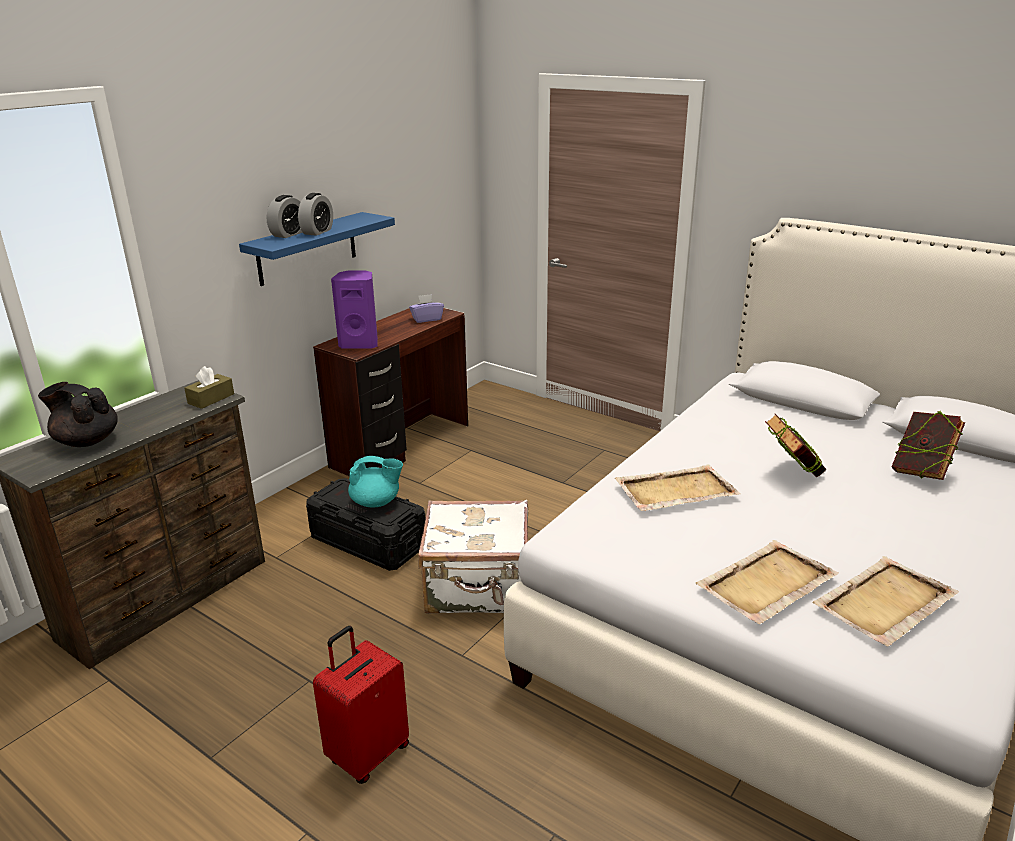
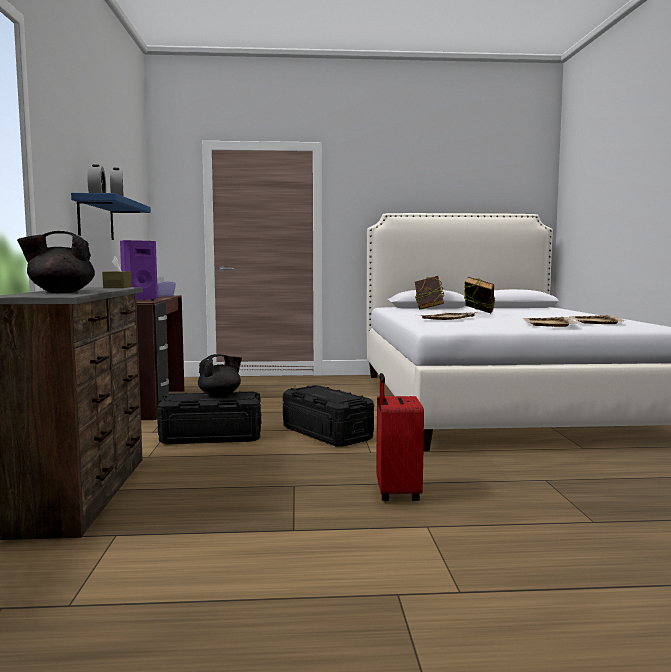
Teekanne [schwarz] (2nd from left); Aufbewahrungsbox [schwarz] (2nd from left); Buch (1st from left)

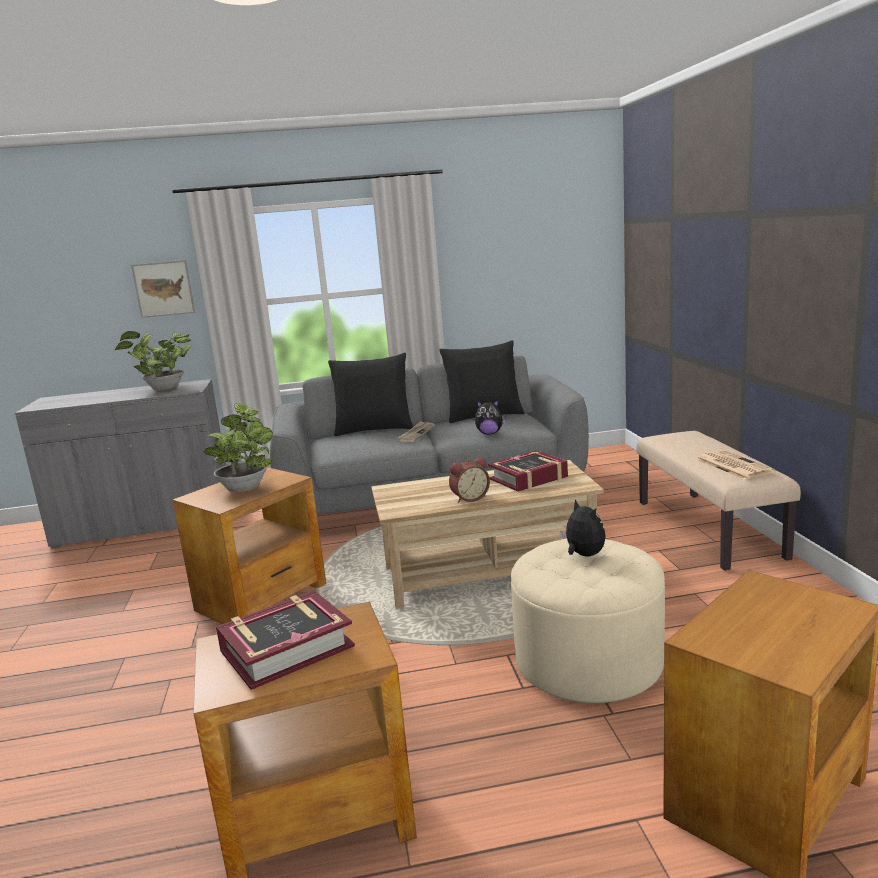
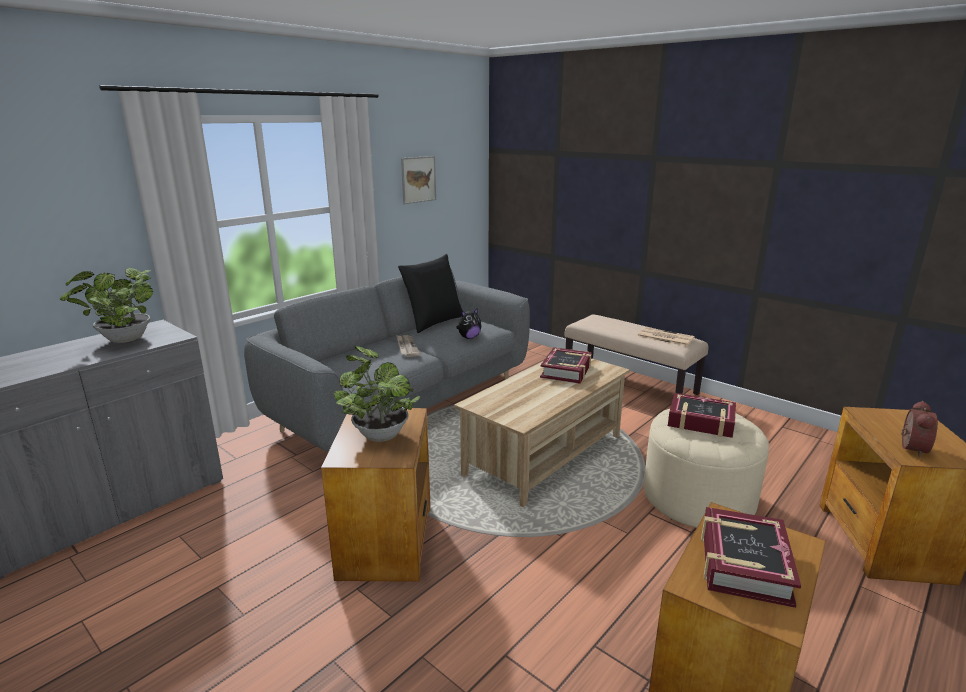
Bild; Buch (2nd from left); Wecker; Kissen [schwarz] (1st from left in the first image)

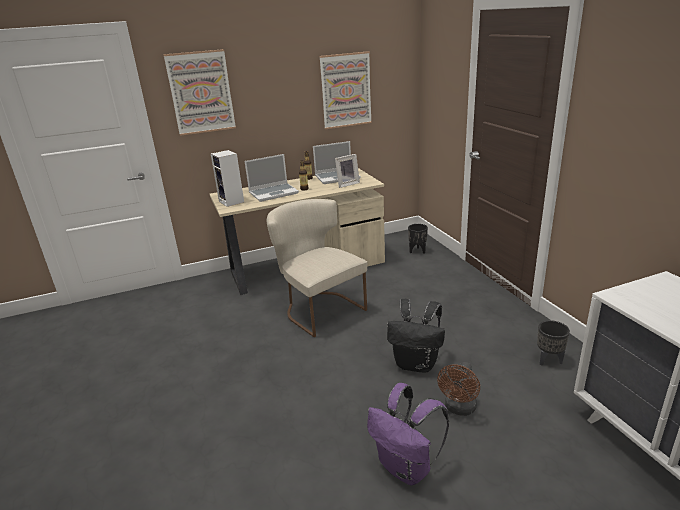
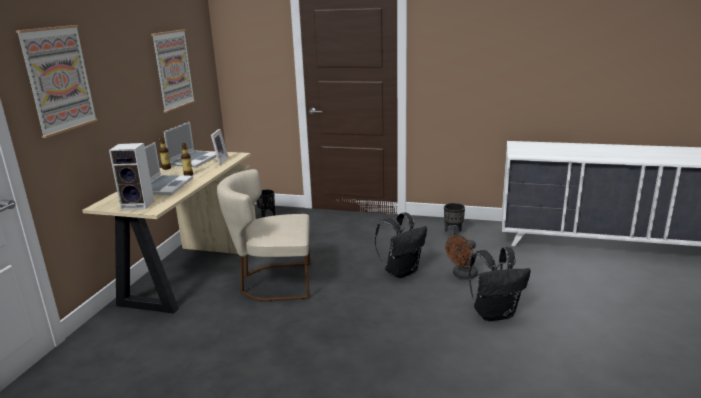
Ventilator [braun]; Rucksack [schwarz] (2nd from left)

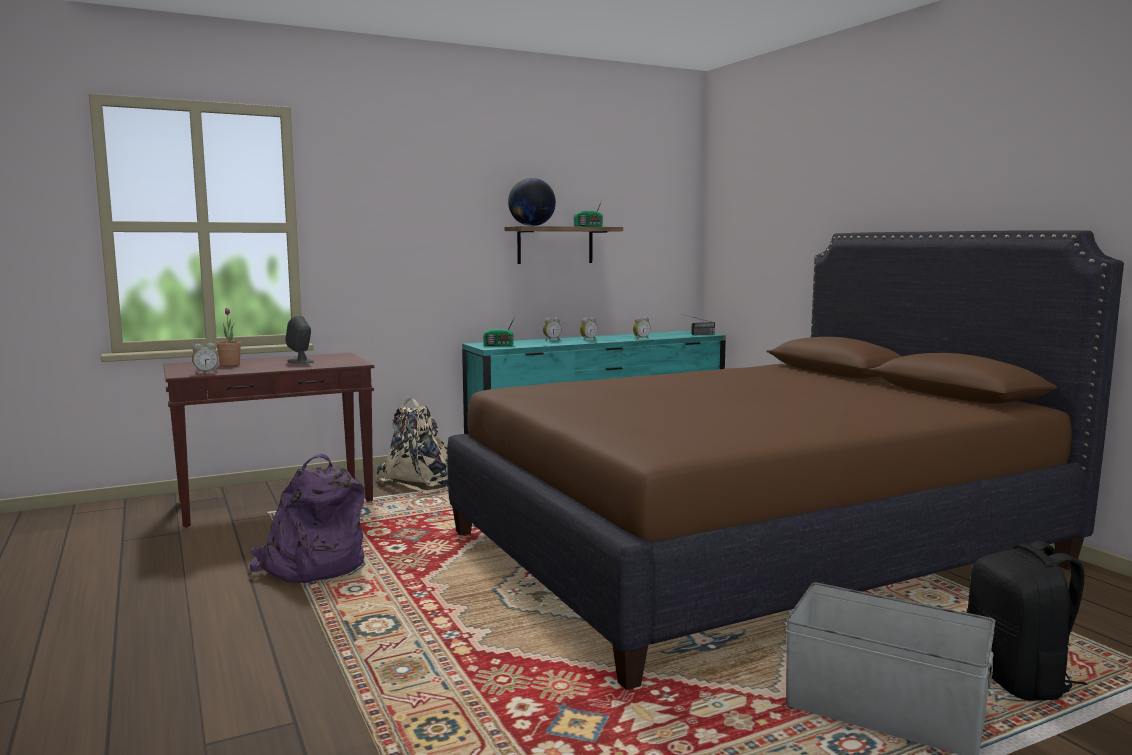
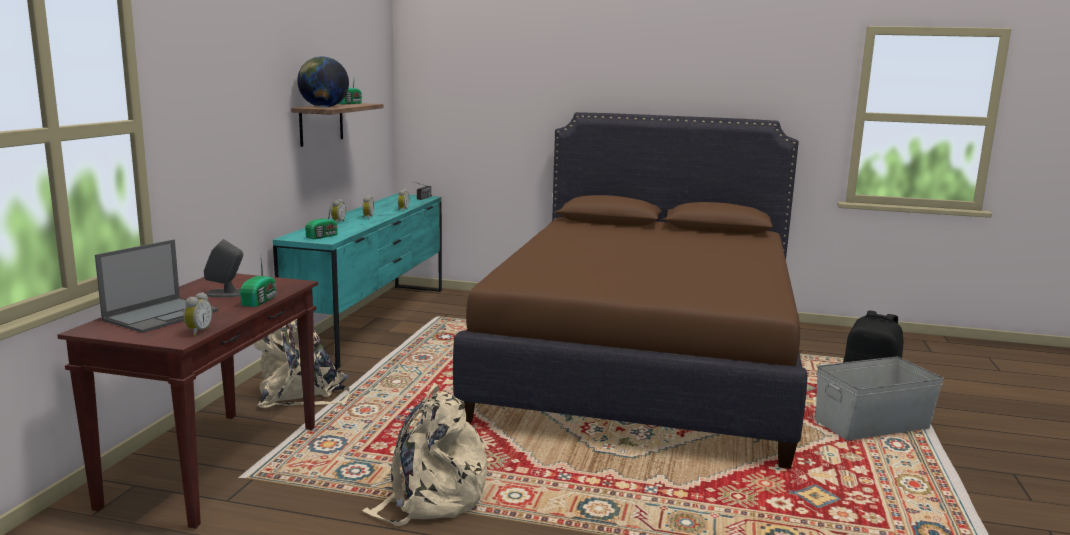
Laptop; Radio (1st from left); Rucksack [beige] (2nd from left)

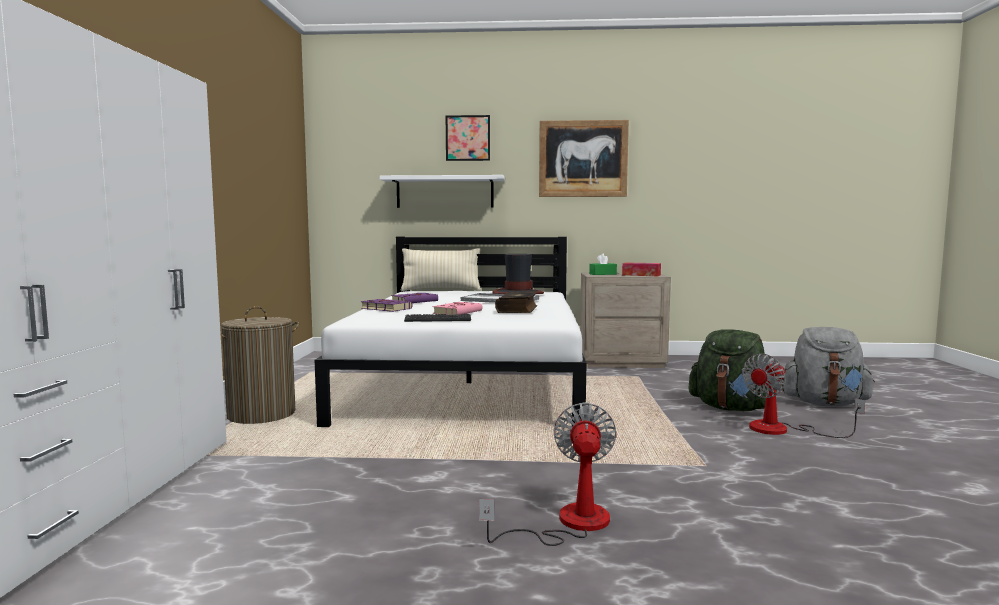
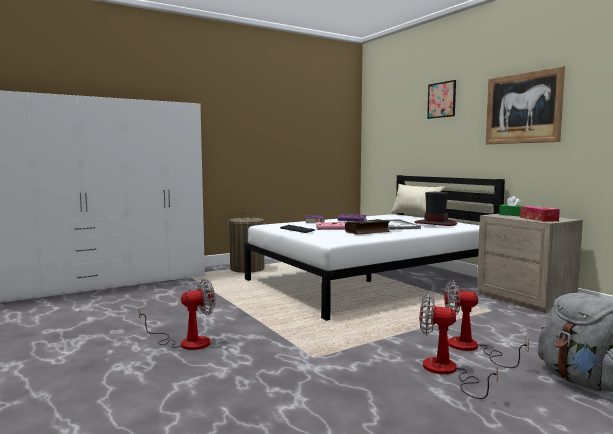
Ventilator (3rd from left); Wandregal [weiß]

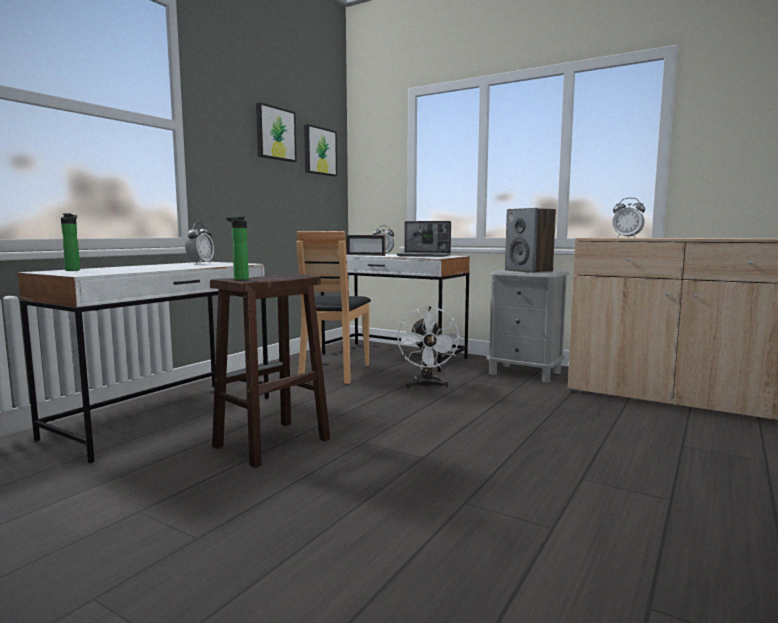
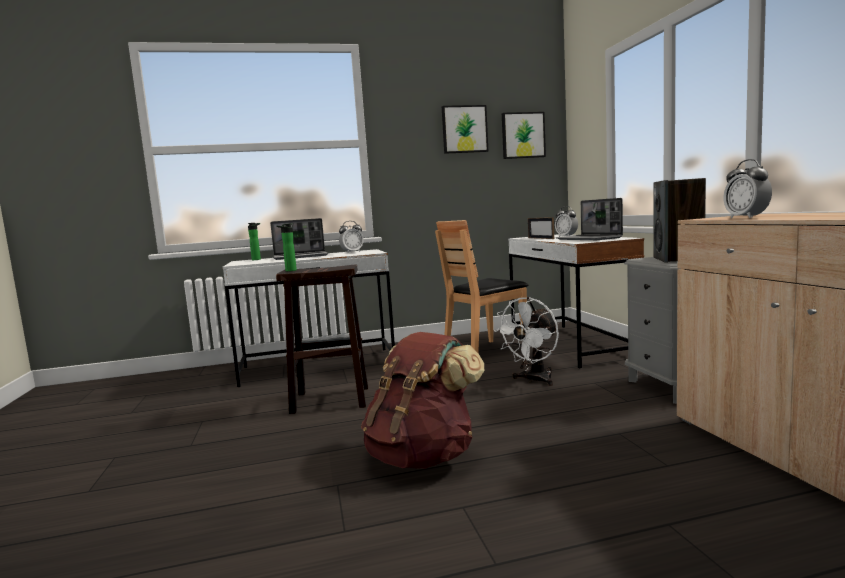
Laptop (1st from left); Rucksack [braun]

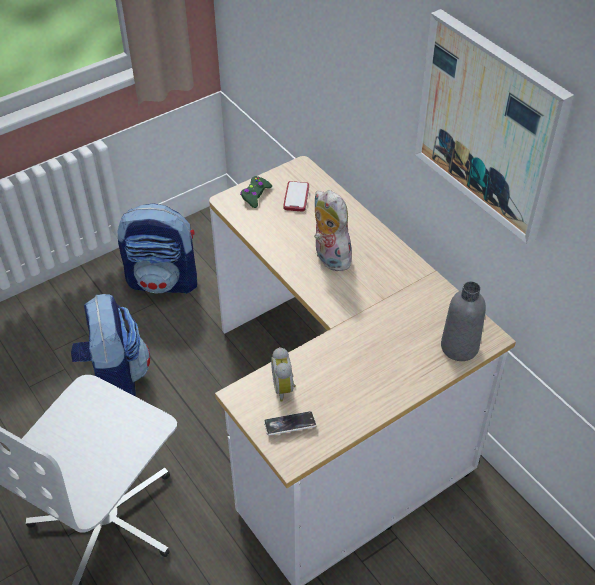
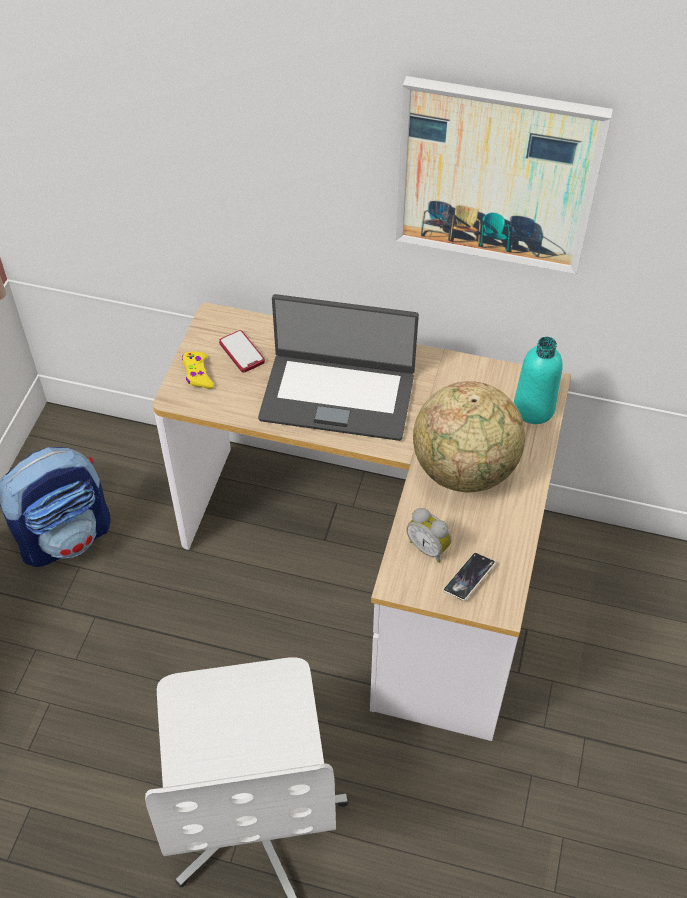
Gamepad [gelb]; Laptop; Globus; Flasche [türkis]; Rucksack (1st from left in the first image)

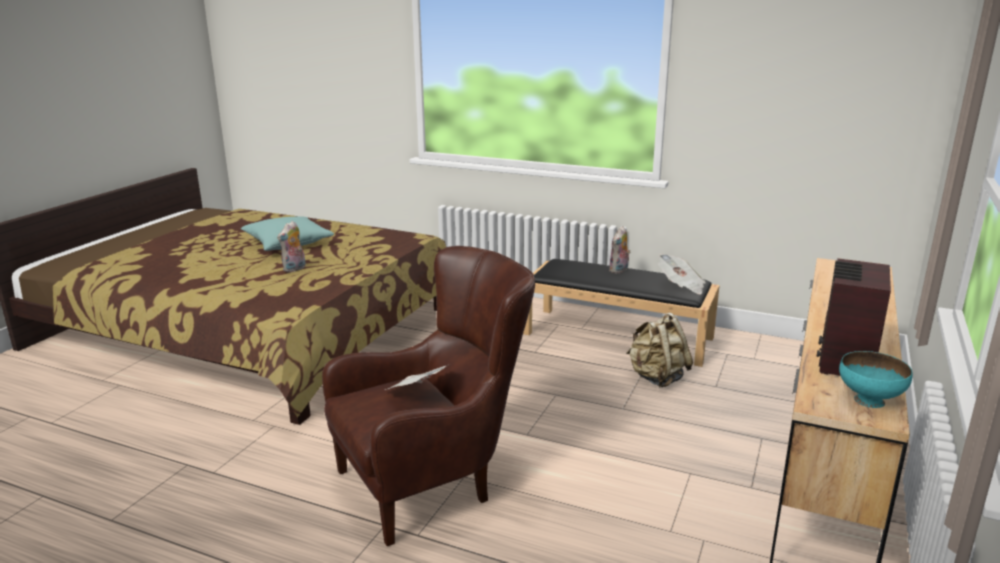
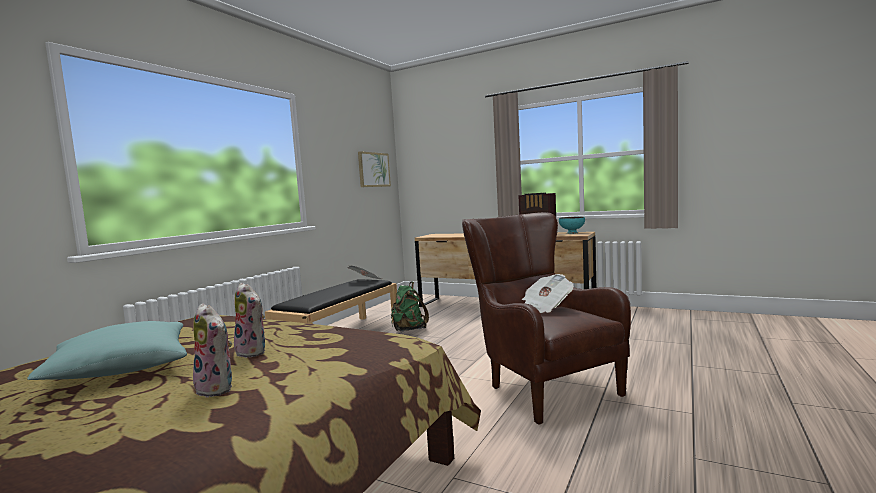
Plüschtier (1st from left); Bild; Rucksack [grün]

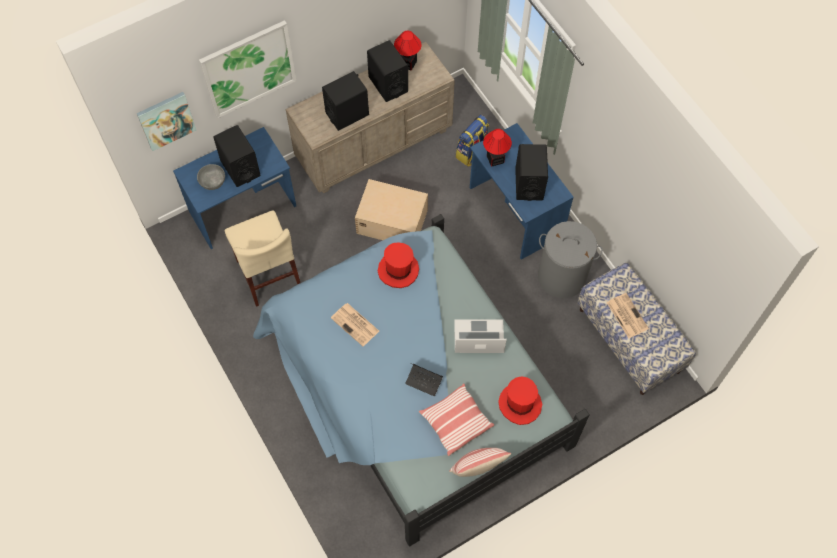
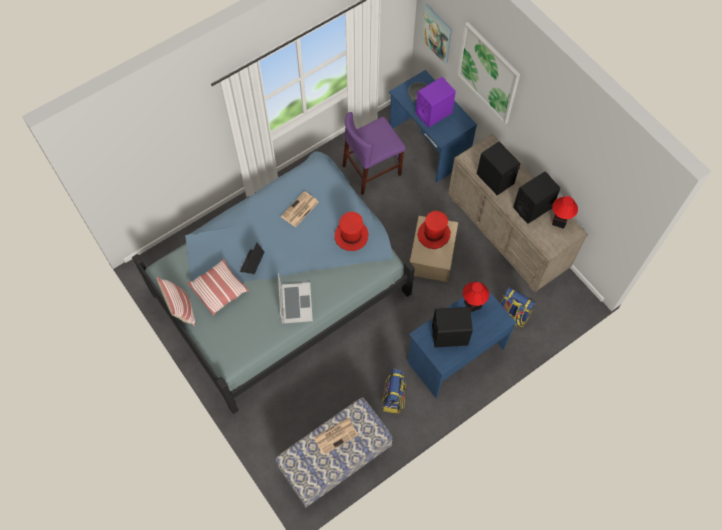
Stuhl [lila]; Rucksack (1st from left); Lautsprecher [lila]; Hut [rot] (2nd from left)

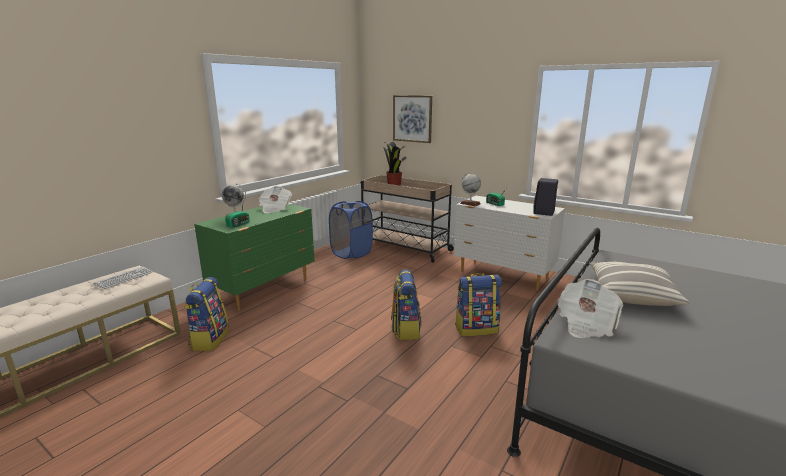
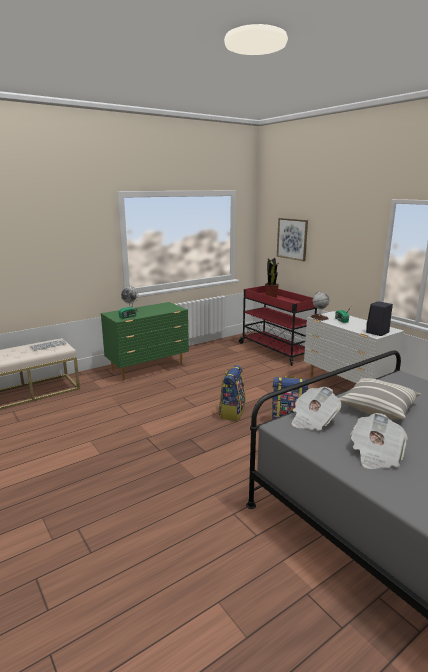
Rollwagen [rot]; Zeitung (2nd from left); Rucksack (1st from left in the first image); Wäschekorb [blau]

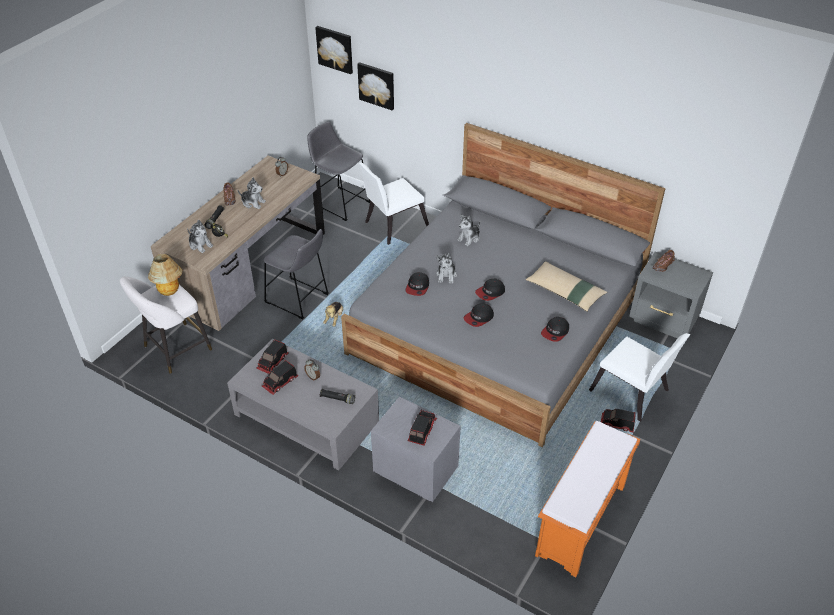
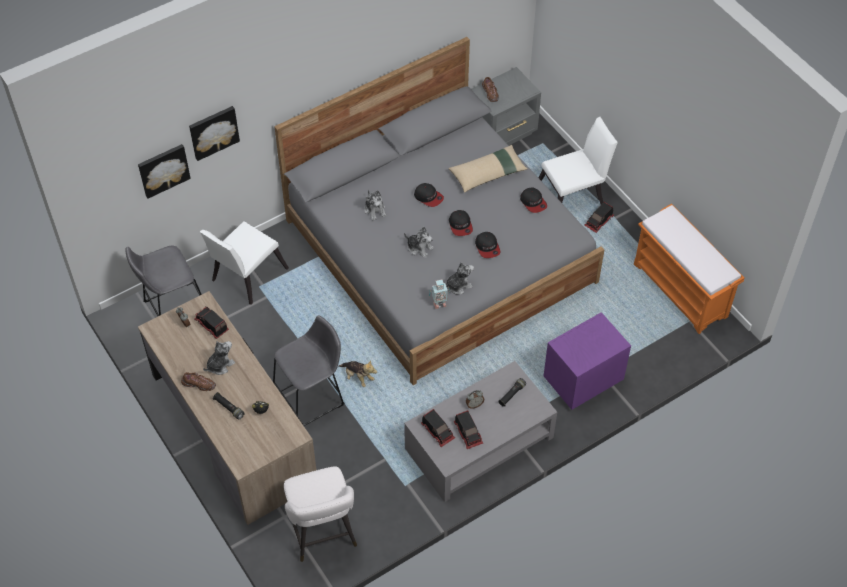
Bild (2nd from left); Spielzeuglaster (1st from left); Stuhl [weiß] (1st from left); Kappe (1st from left); Spielzeugroboter; Plüschtier (5th from left); Nachttisch [lila]; Tischlampe

